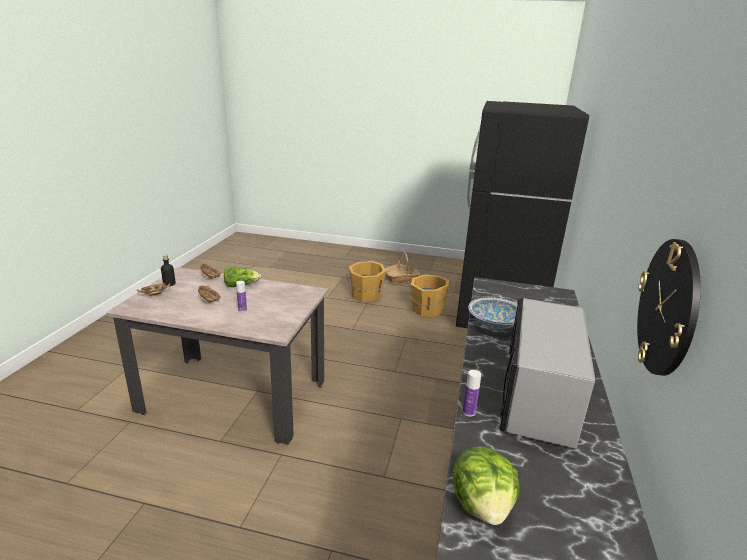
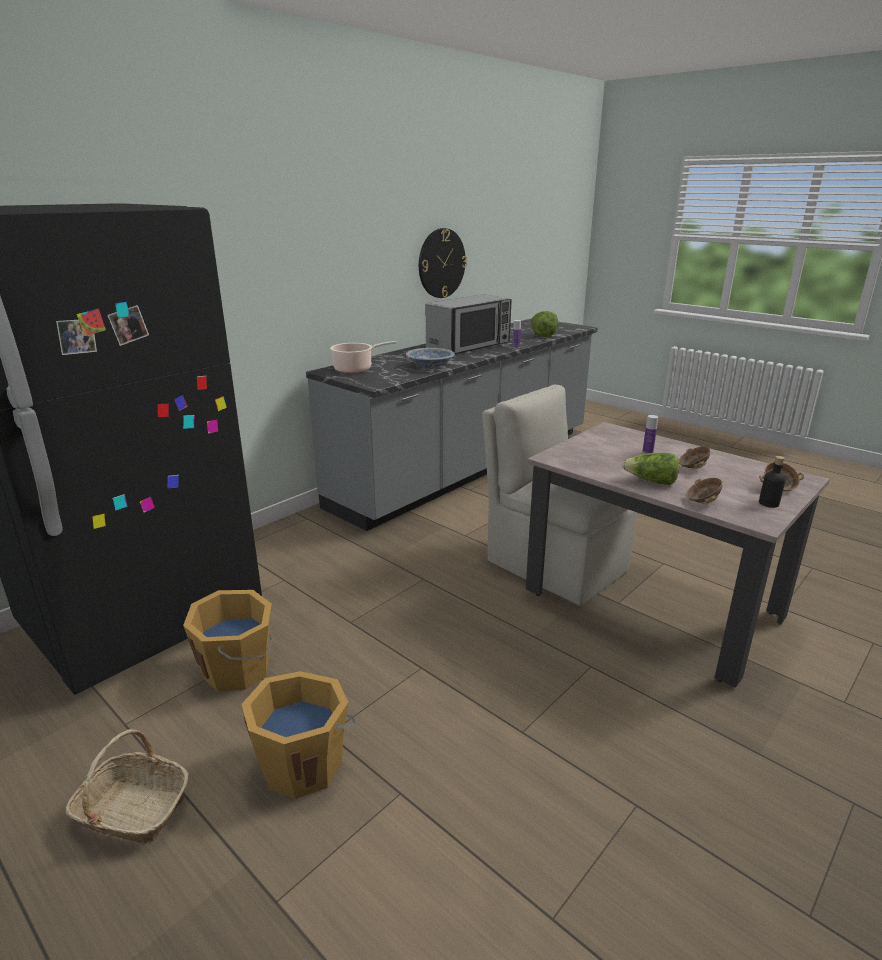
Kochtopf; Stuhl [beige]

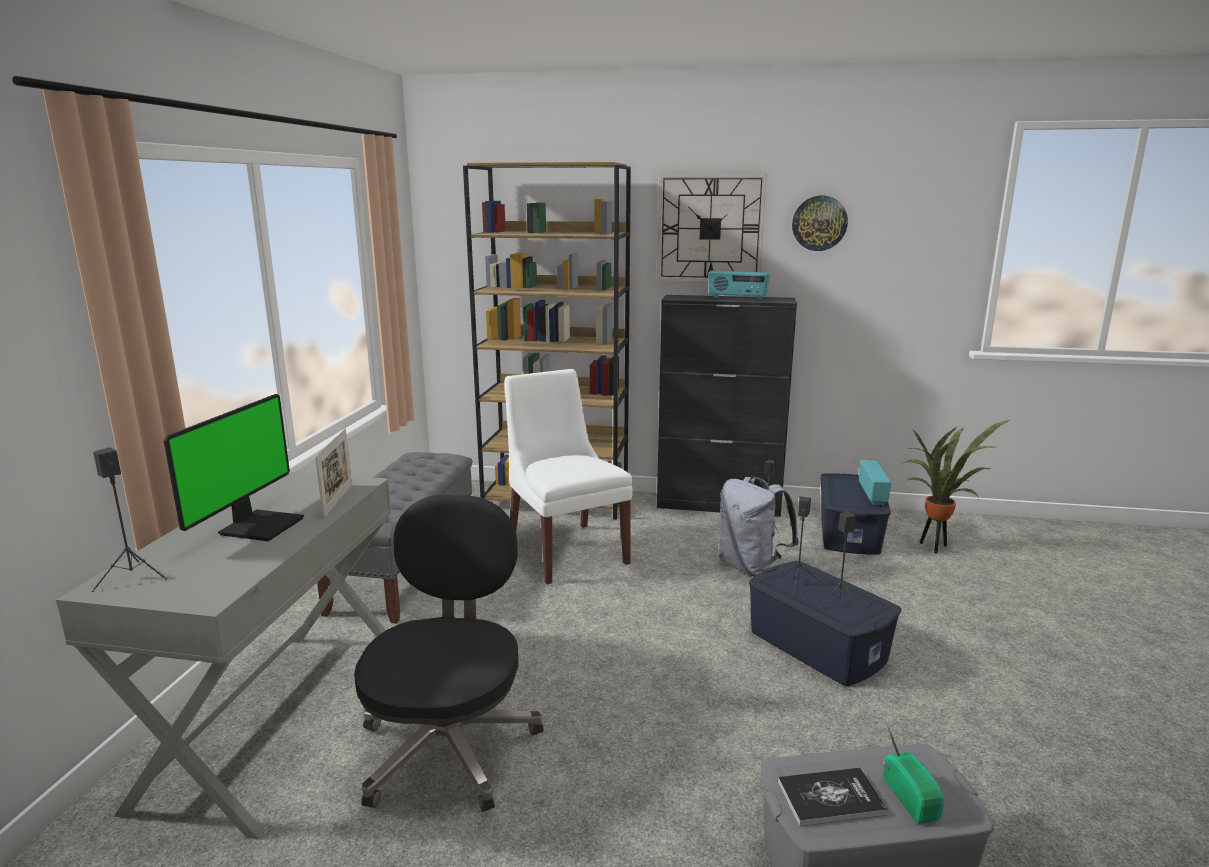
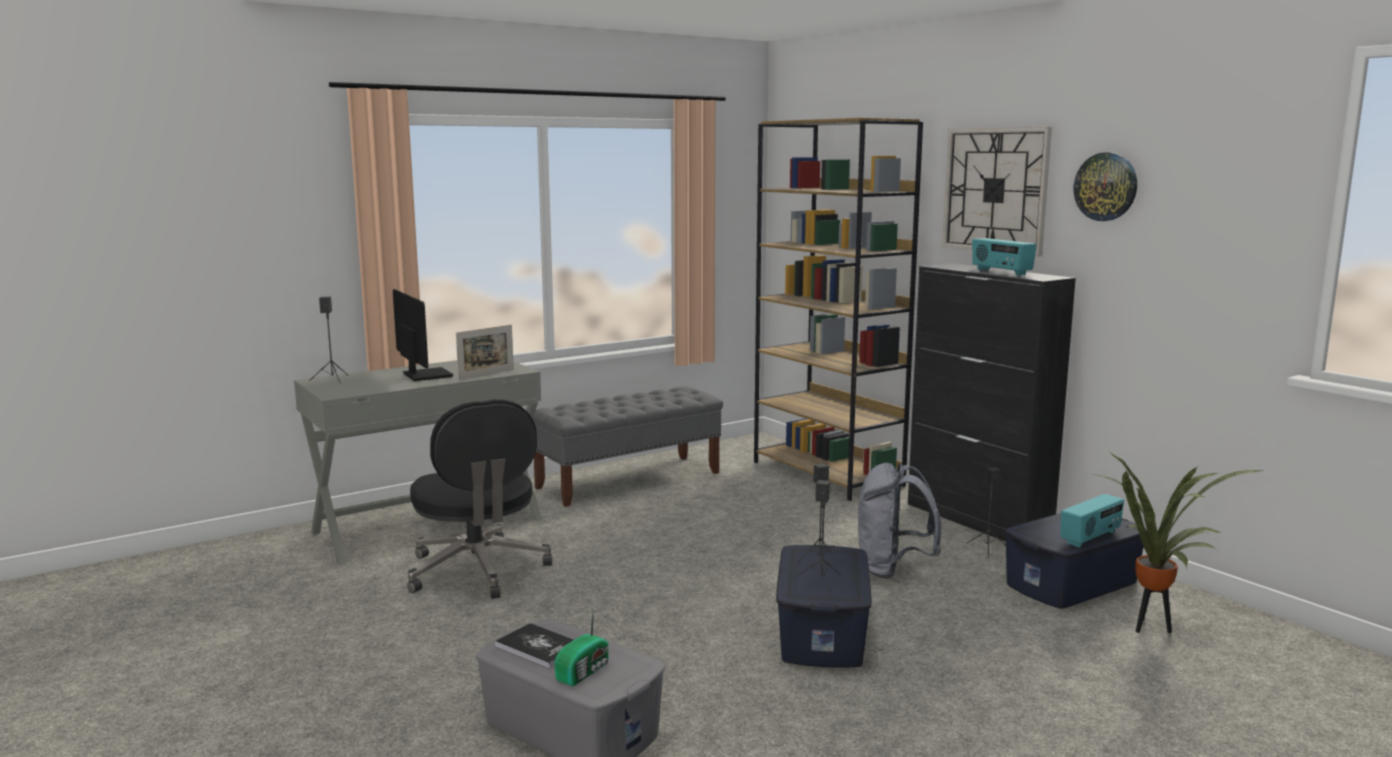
Monitor; Bürostuhl [schwarz]; Stuhl [weiß]

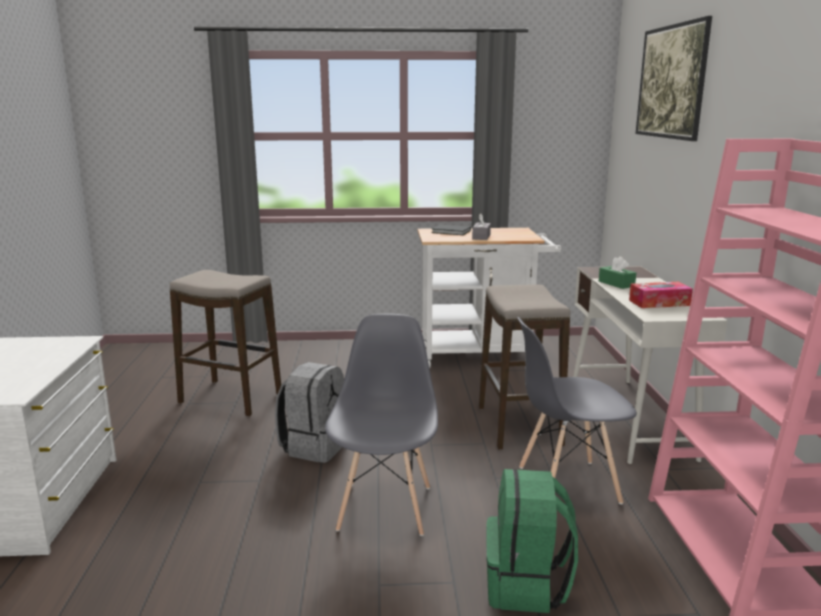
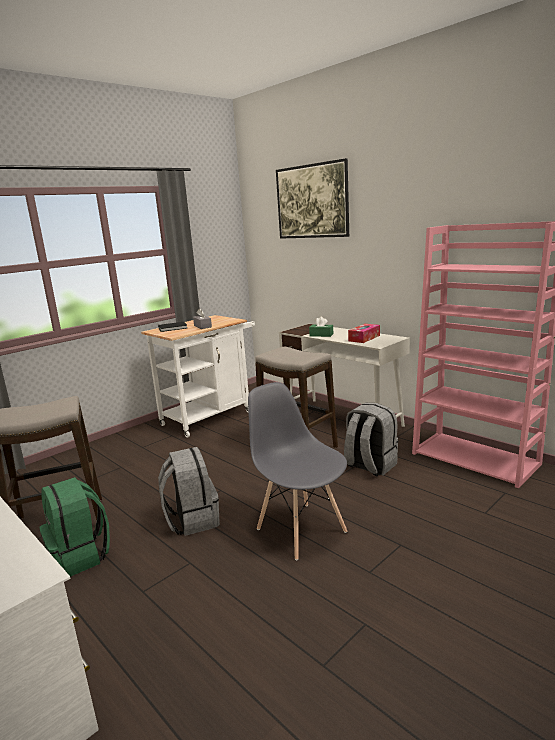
Rucksack [grün]; Rucksack [grau] (2nd from left)

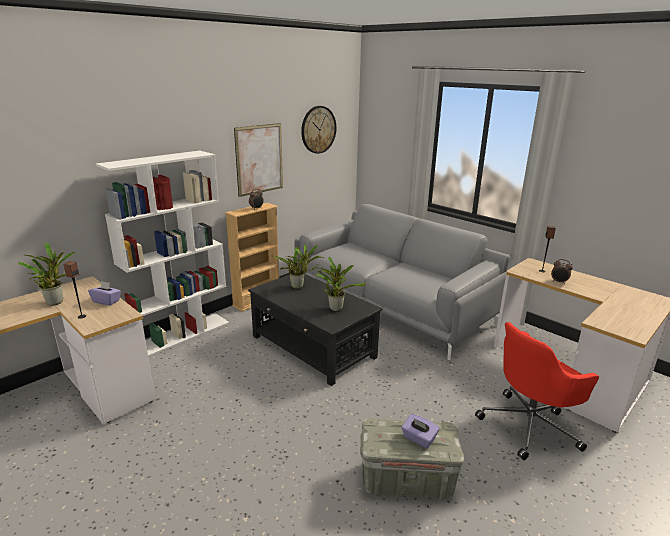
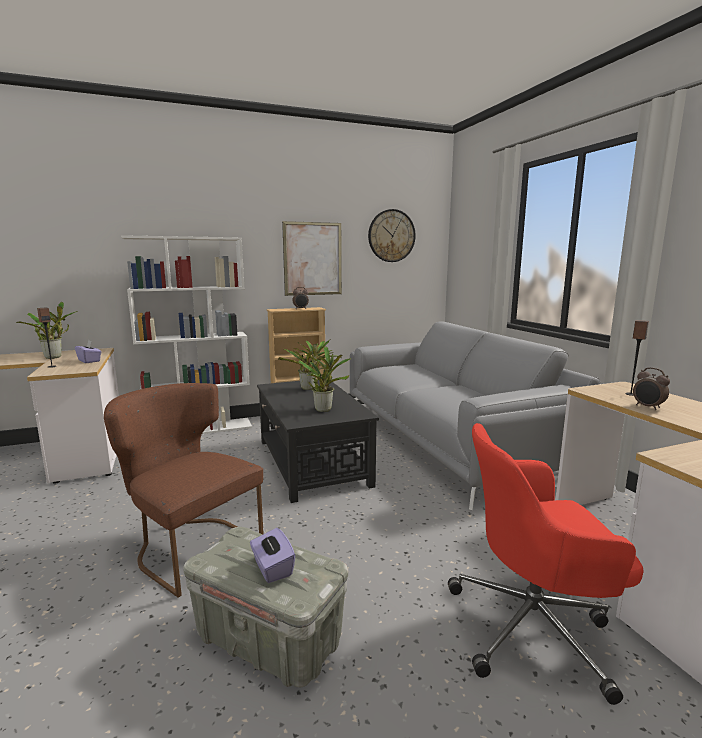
Stuhl [braun]

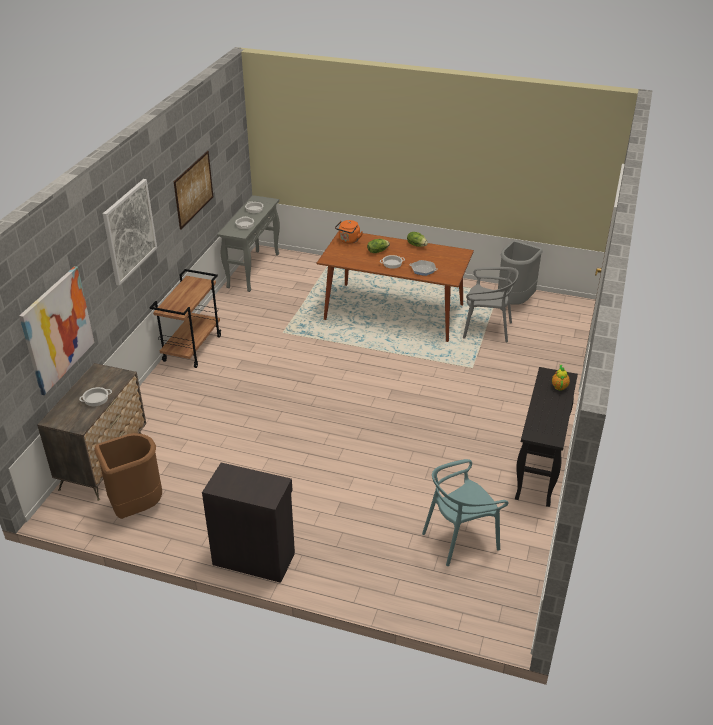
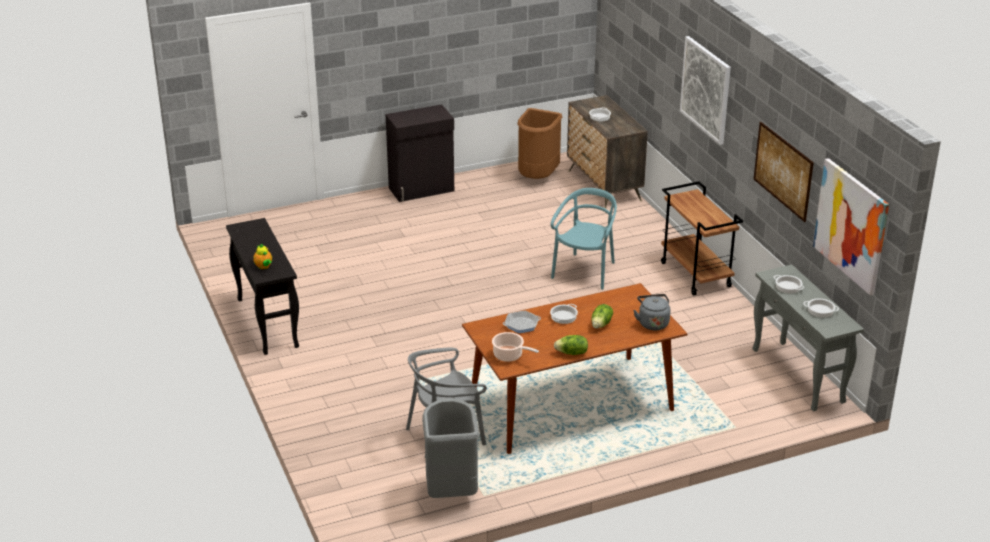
Kochtopf (1st from left); Stuhl [türkis]; Wasserkessel [grau]; Bild (3rd from left)

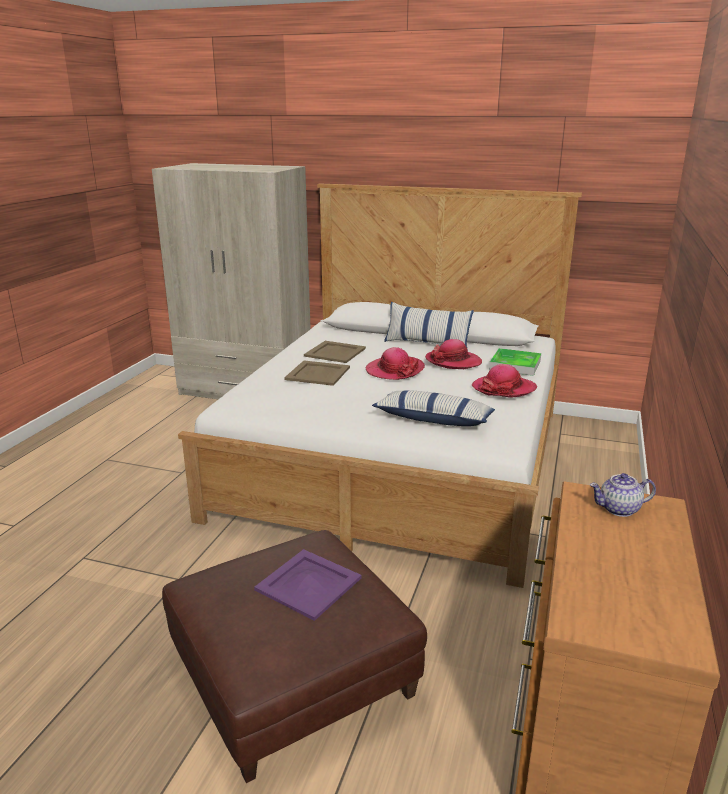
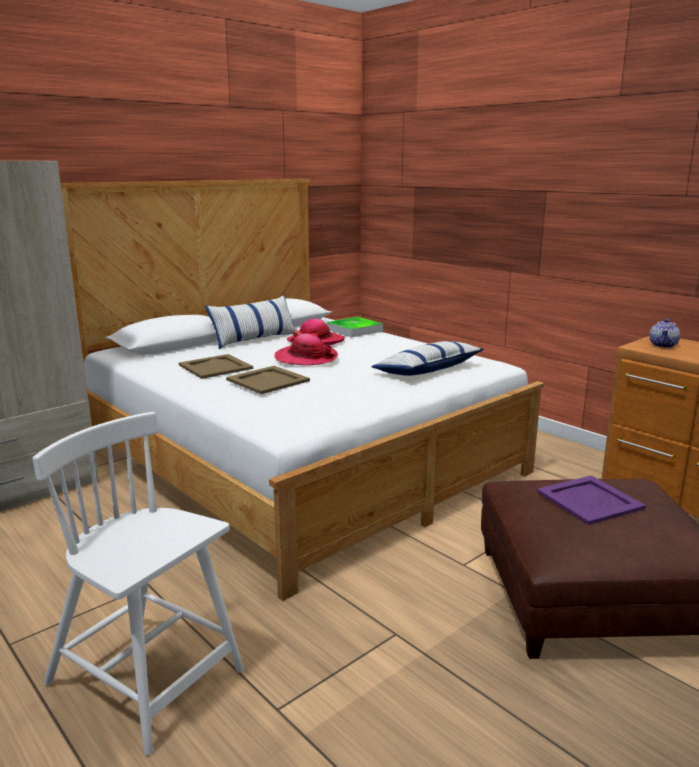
Stuhl [weiß]; Hut (3rd from left in the first image)

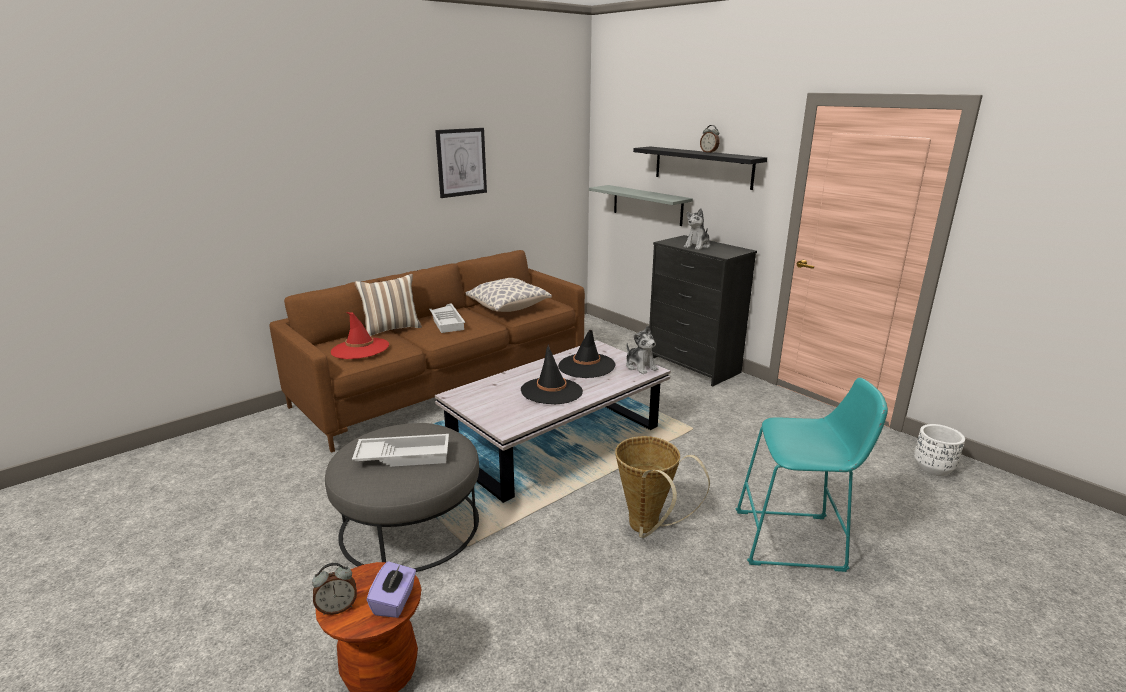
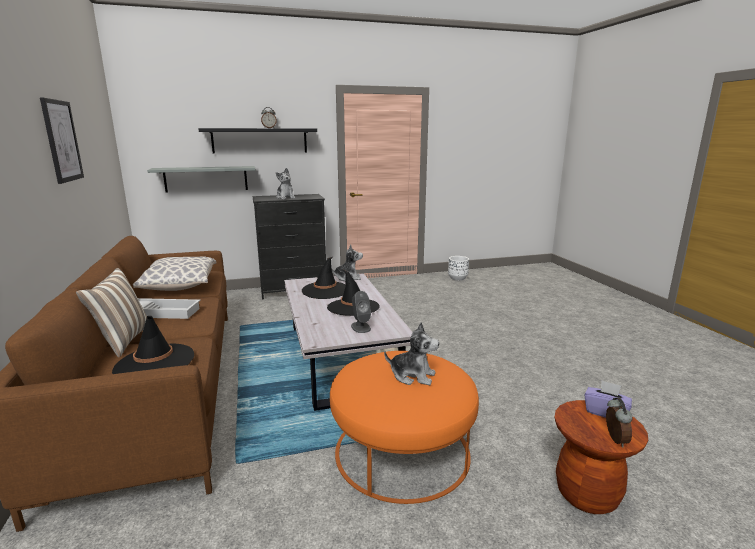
Hut [schwarz] (1st from left); Polsterhocker [orange]; Lautsprecher [grau]; Plüschtier (3rd from left); Korb; Hocker [türkis]

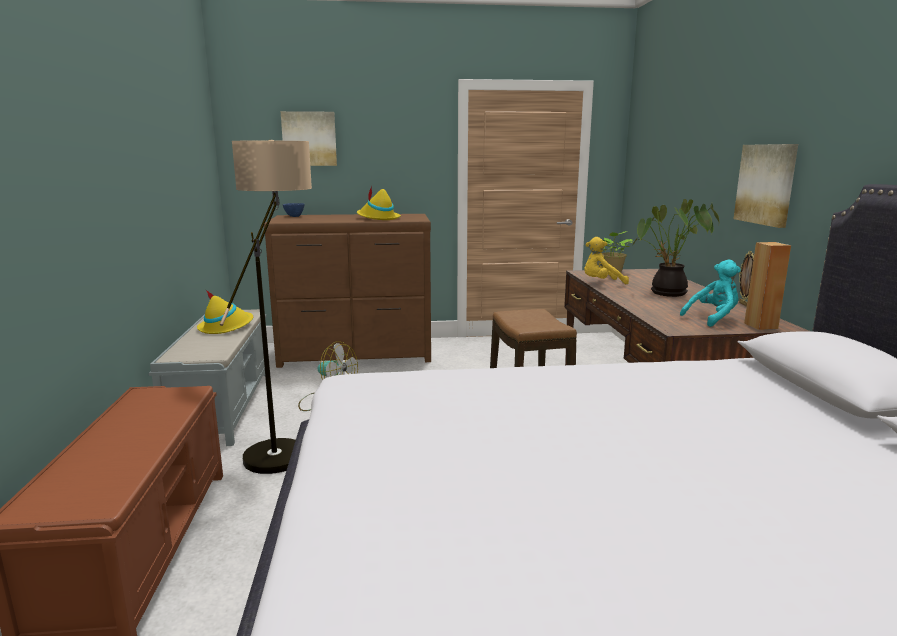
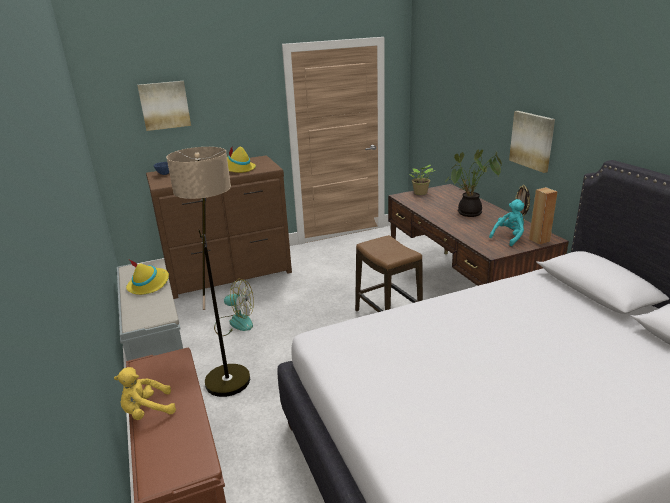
Plüschtier [gelb]

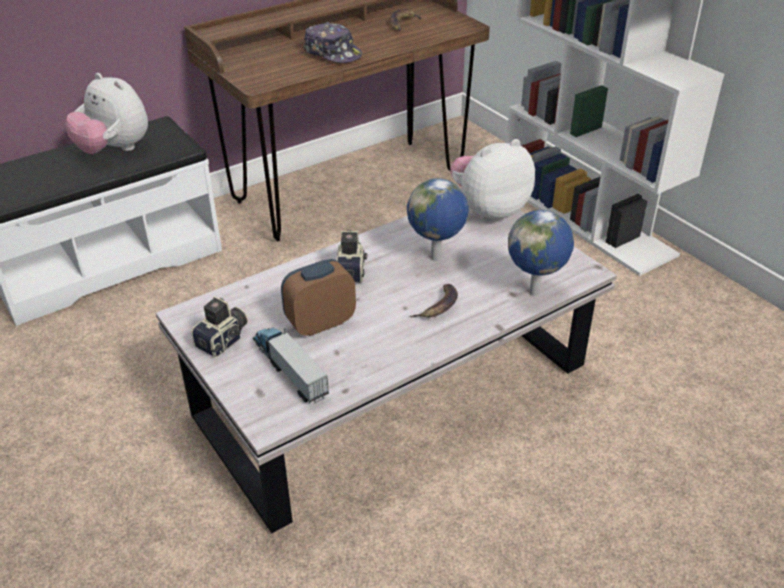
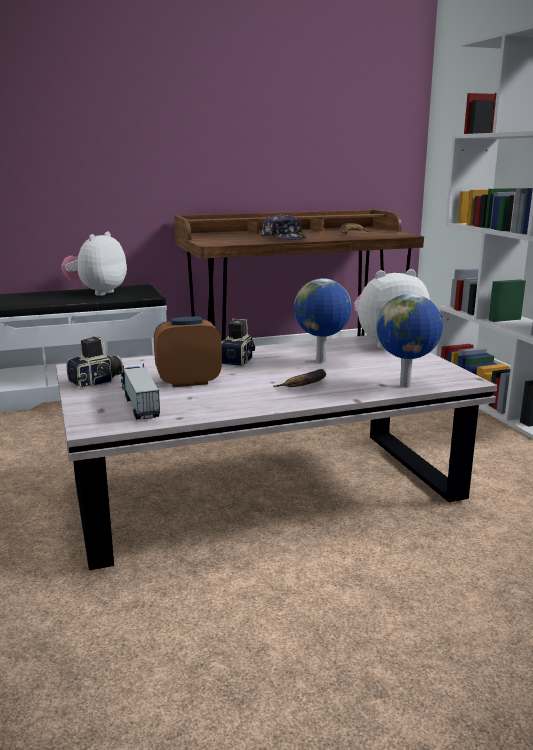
Plüschtier (1st from left)

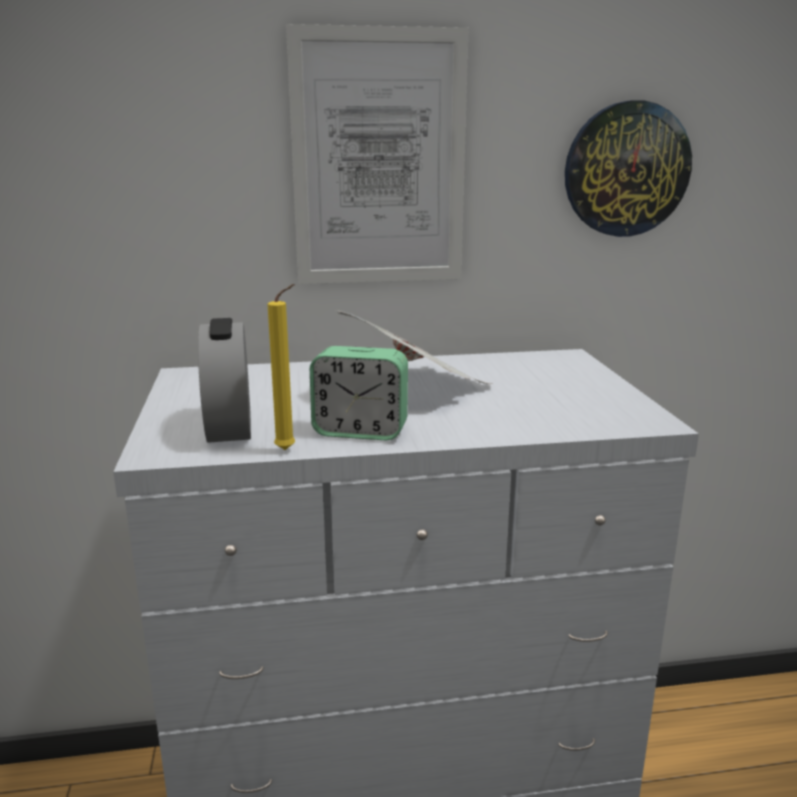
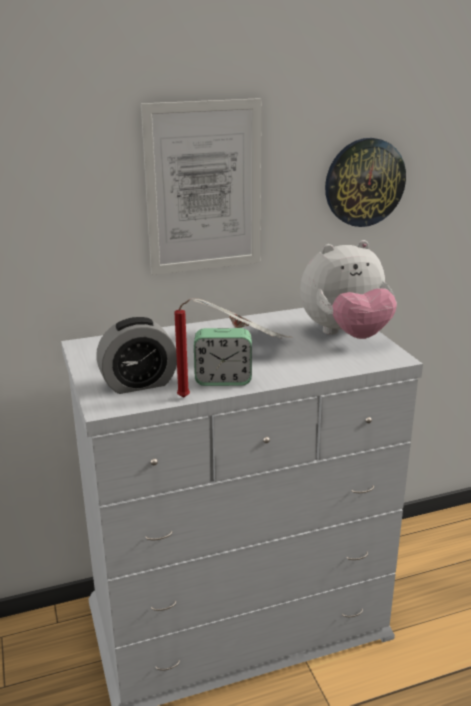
Wecker (1st from left); Kerze [rot]; Plüschtier

